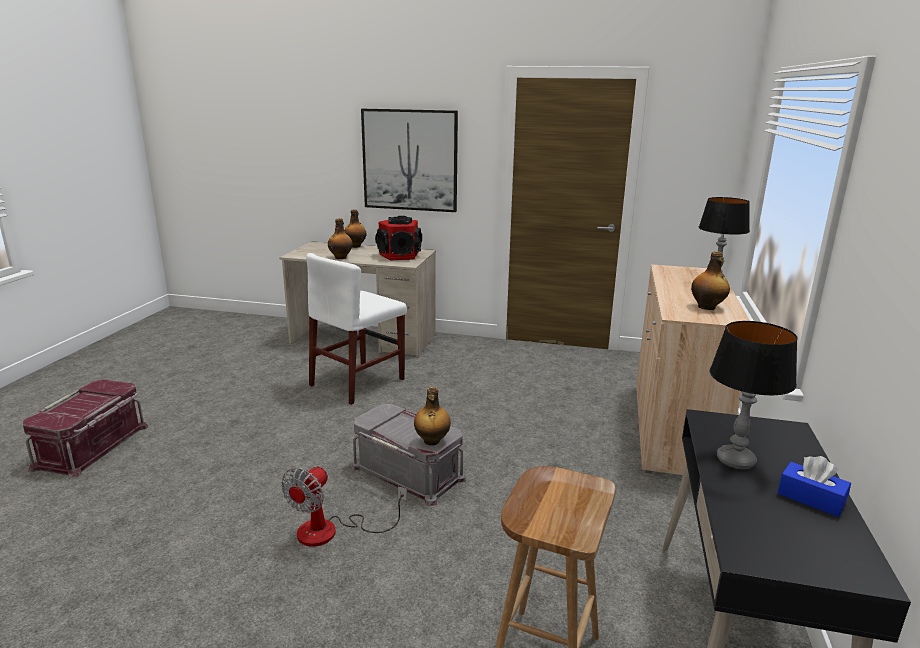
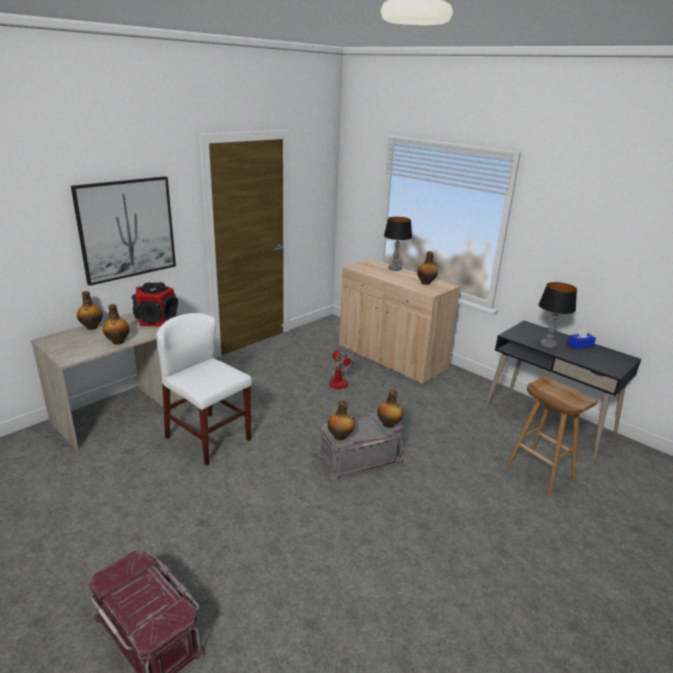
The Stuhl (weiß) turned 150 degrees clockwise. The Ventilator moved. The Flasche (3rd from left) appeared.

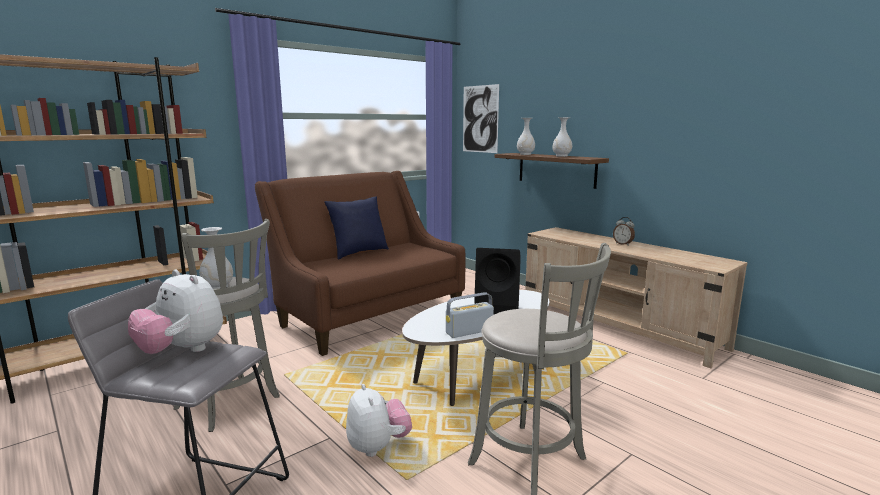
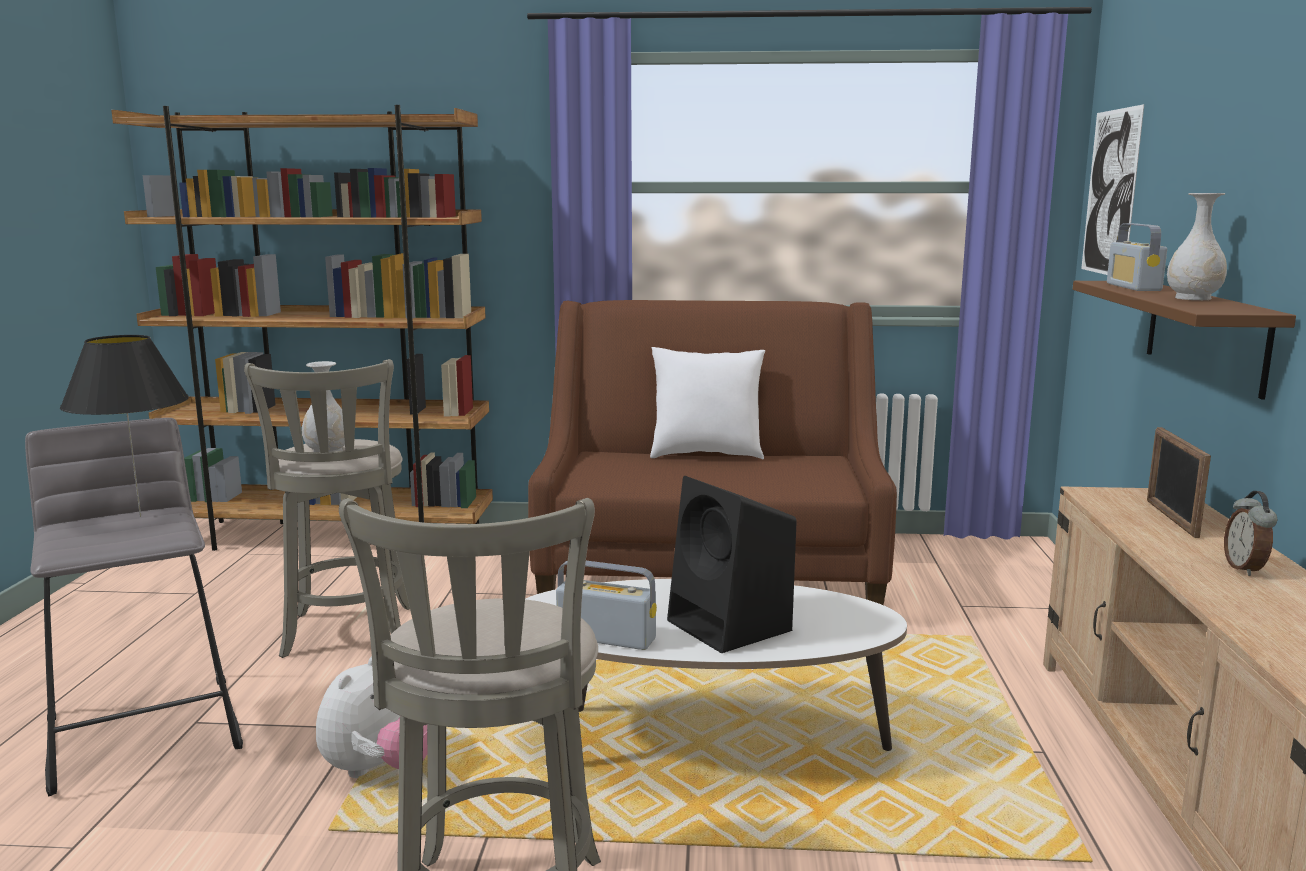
The Vase (weiß) (2nd from left) was replaced by the Radio (2nd from left). The Kissen (blau) became the Kissen (weiß). The Plüschtier (1st from left) was replaced by the Tischlampe (schwarz). The Bilderrahmen appeared.

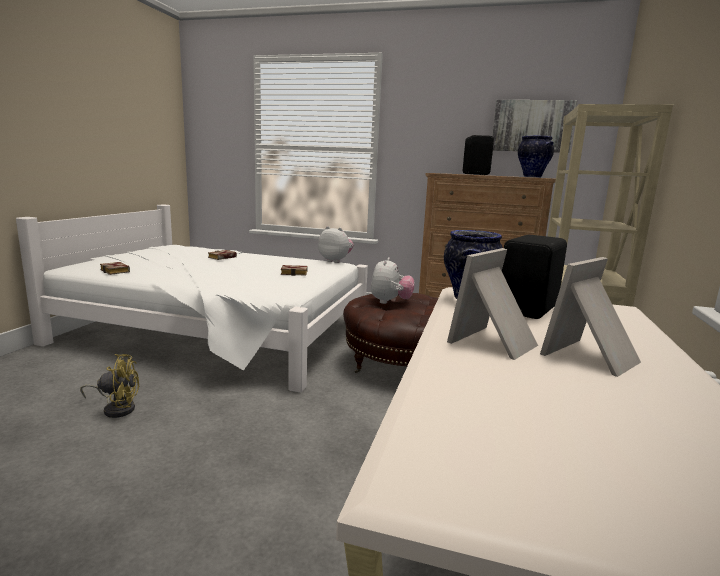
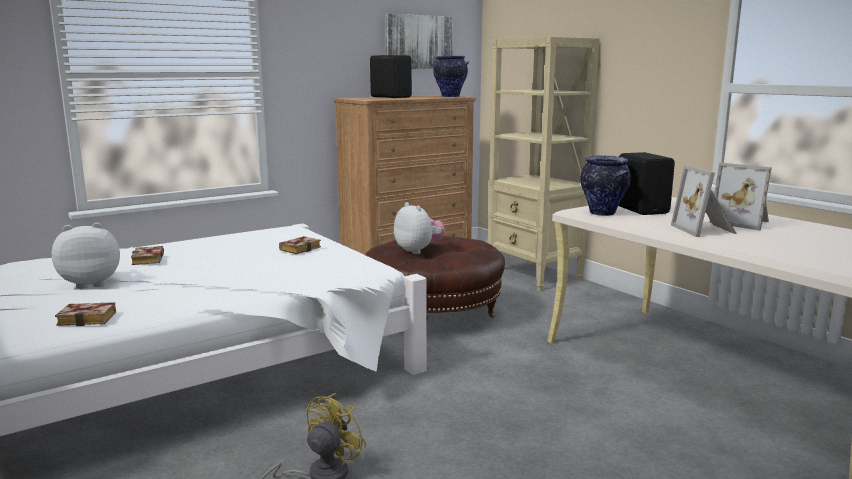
The Plüschtier (1st from left) moved. The Bilderrahmen (2nd from left) turned 45 degrees counterclockwise.

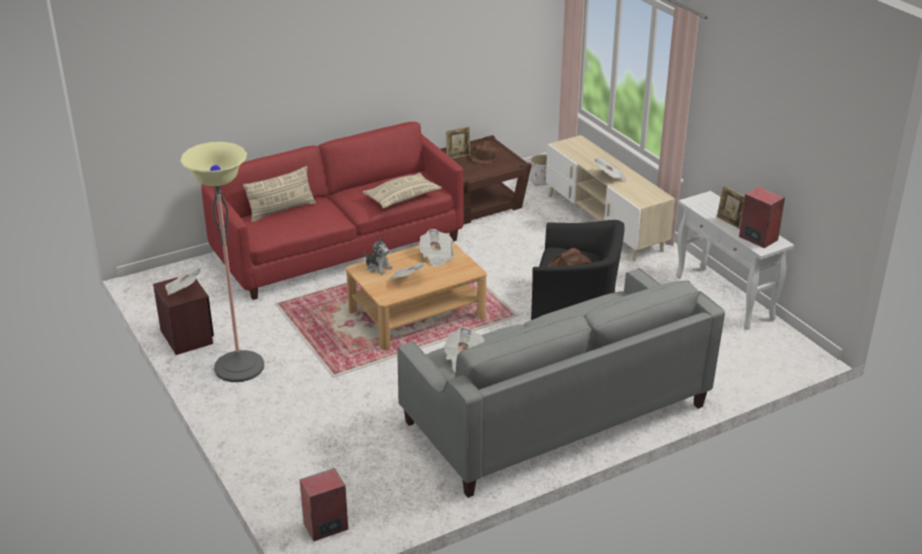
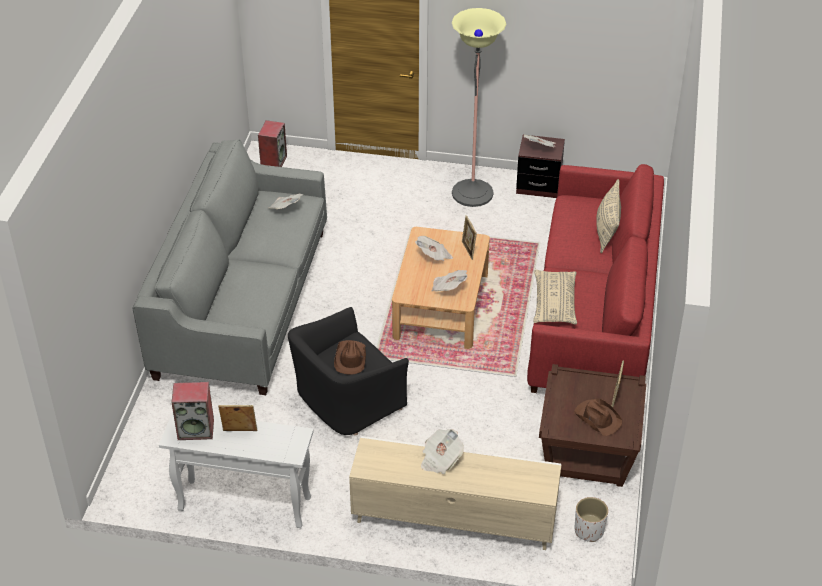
The Plüschtier was replaced by the Bilderrahmen (2nd from left).

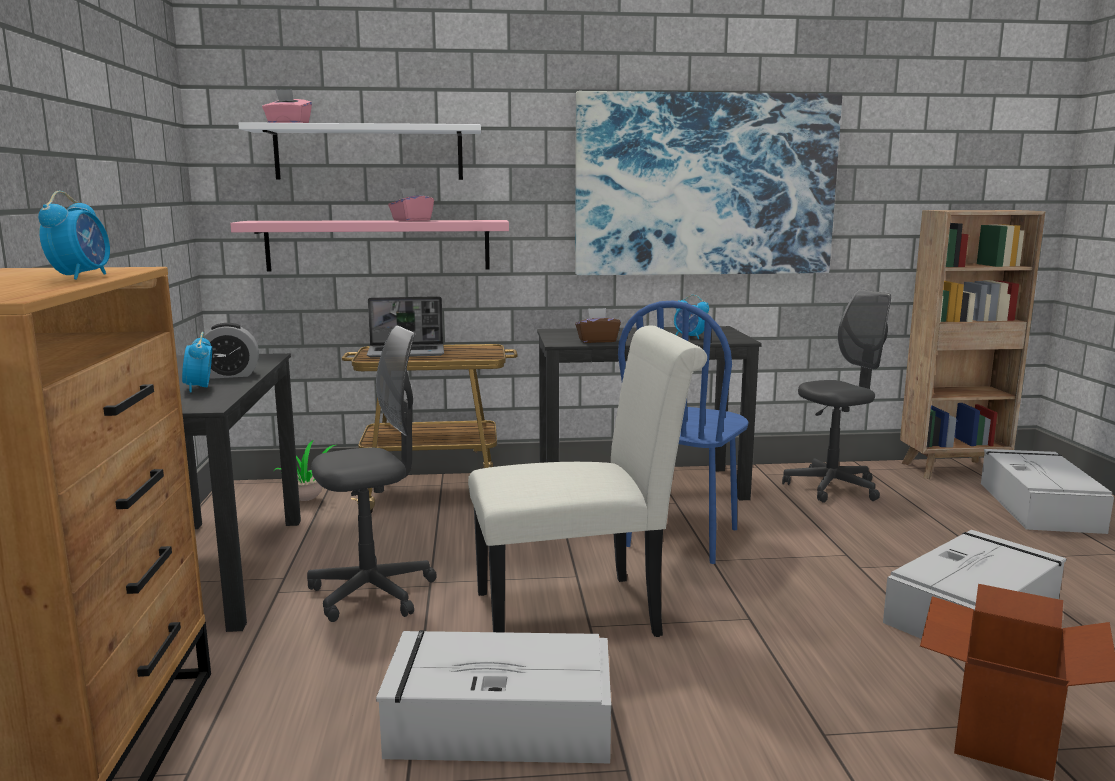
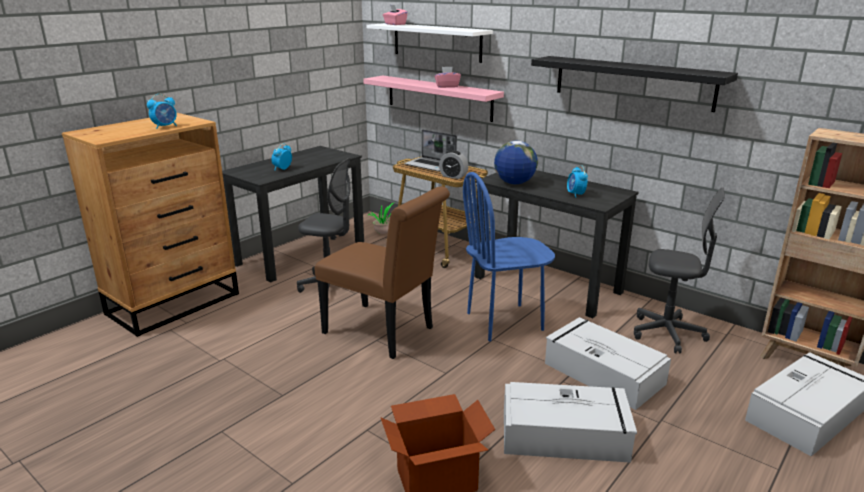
The Bild was replaced by the Wandregal (schwarz). The Taschentuchbox (braun) was replaced by the Globus. The Wecker (3rd from left) moved. The Stuhl (weiß) became the Stuhl (braun). The Aufbewahrungsbox (grau) (1st from left in the first image) moved.

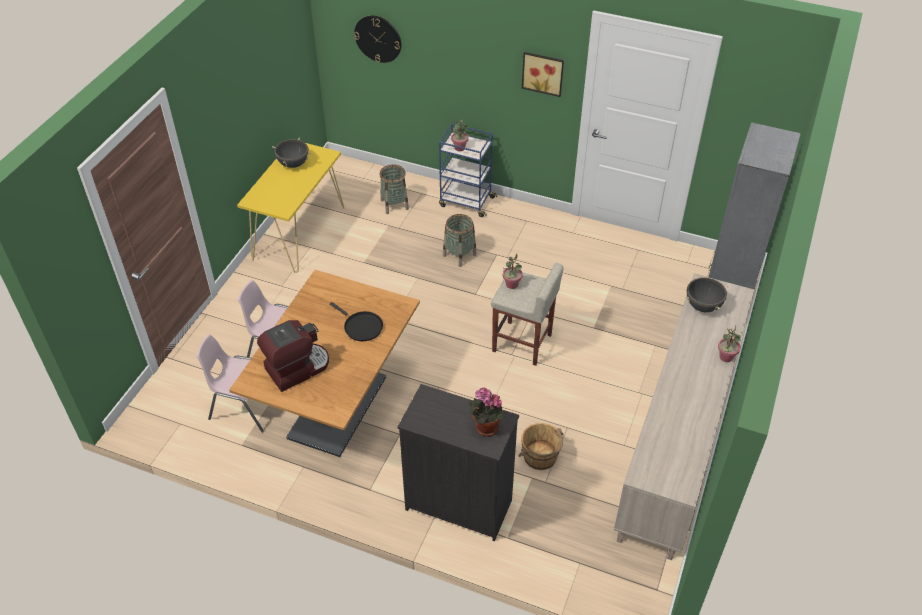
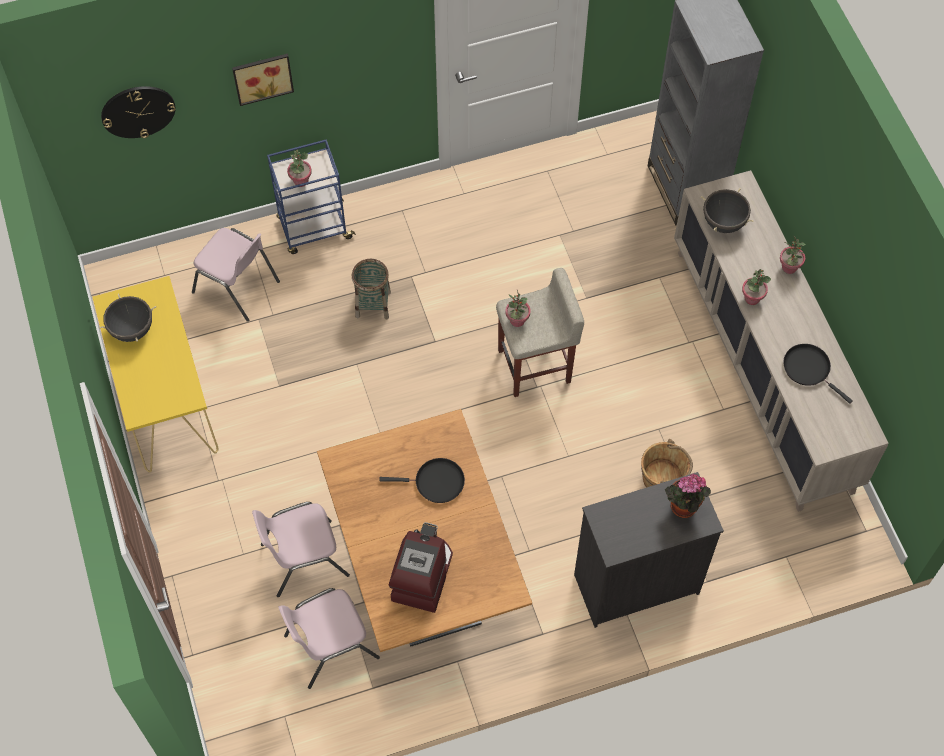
The Bild moved. The Korb (1st from left) was replaced by the Stuhl (rosa) (1st from left). The Topfpflanze (4th from left) appeared. The Pfanne (schwarz) (2nd from left) appeared.

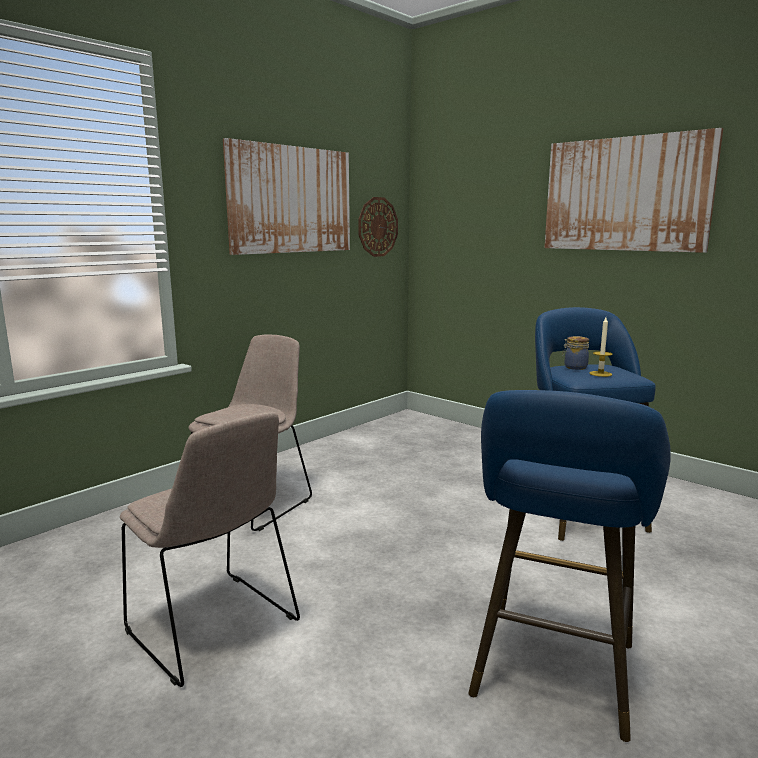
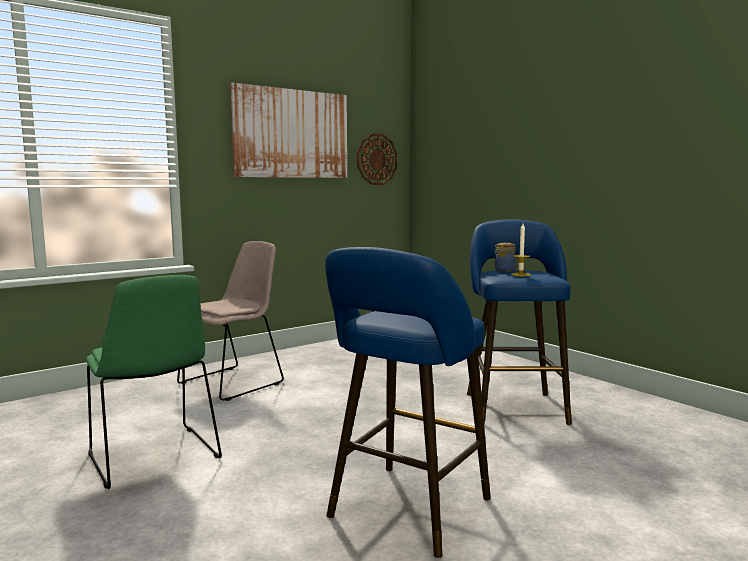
The Bild (2nd from left) disappeared. The Stuhl (beige) (1st from left) became the Stuhl (grün).

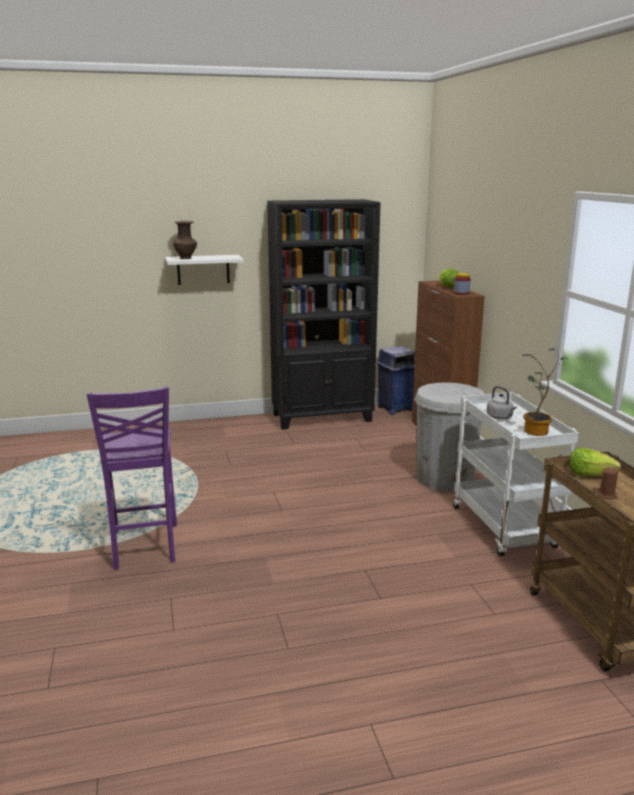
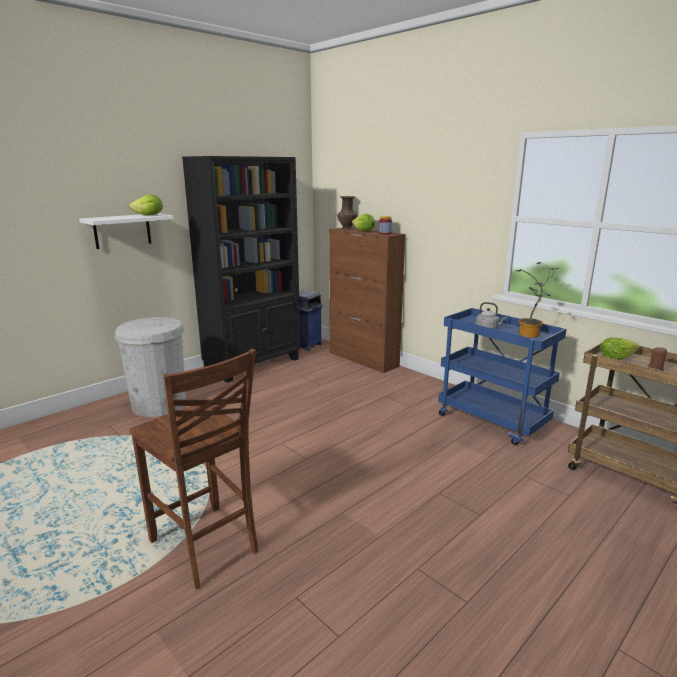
The Vase (braun) moved. The Mülleimer (weiß) moved. The Stuhl (lila) became the Stuhl (braun). The Rollwagen (weiß) became the Rollwagen (blau). The Salatkopf (1st from left) appeared.

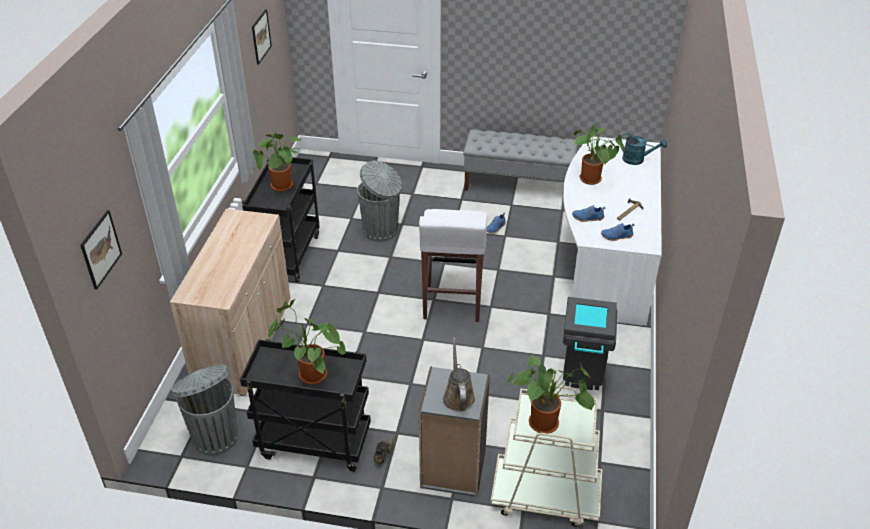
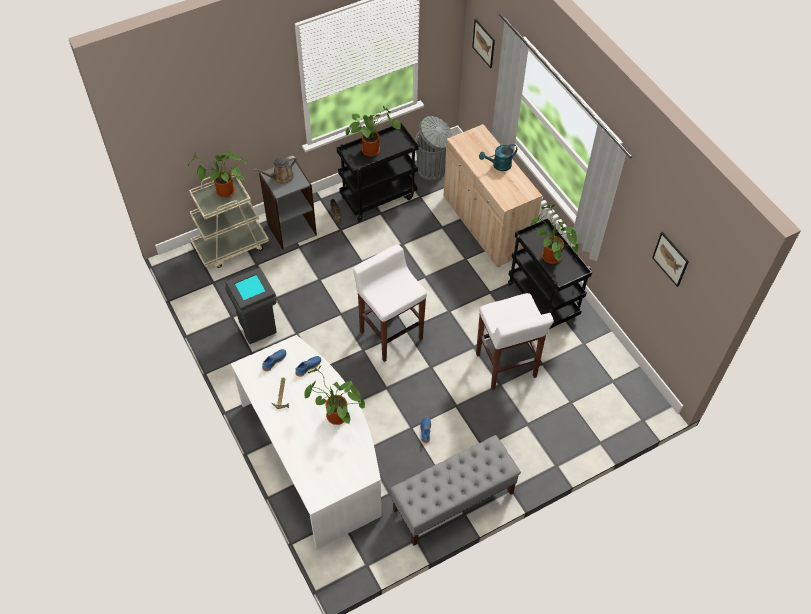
The Gießkanne (türkis) moved. The Mülleimer (grau) (2nd from left) was replaced by the Hocker (weiß) (2nd from left). The Gießkanne (braun) turned 105 degrees clockwise.

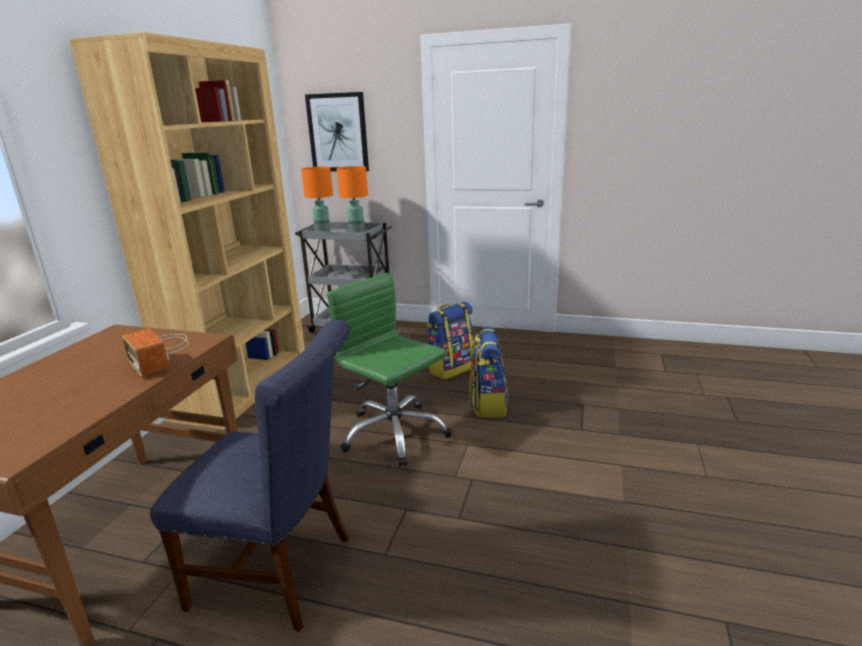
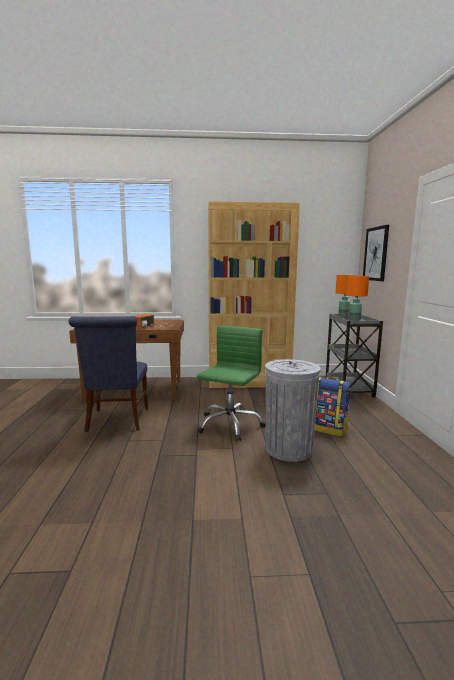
The Rucksack (2nd from left) was replaced by the Mülleimer (grau).

